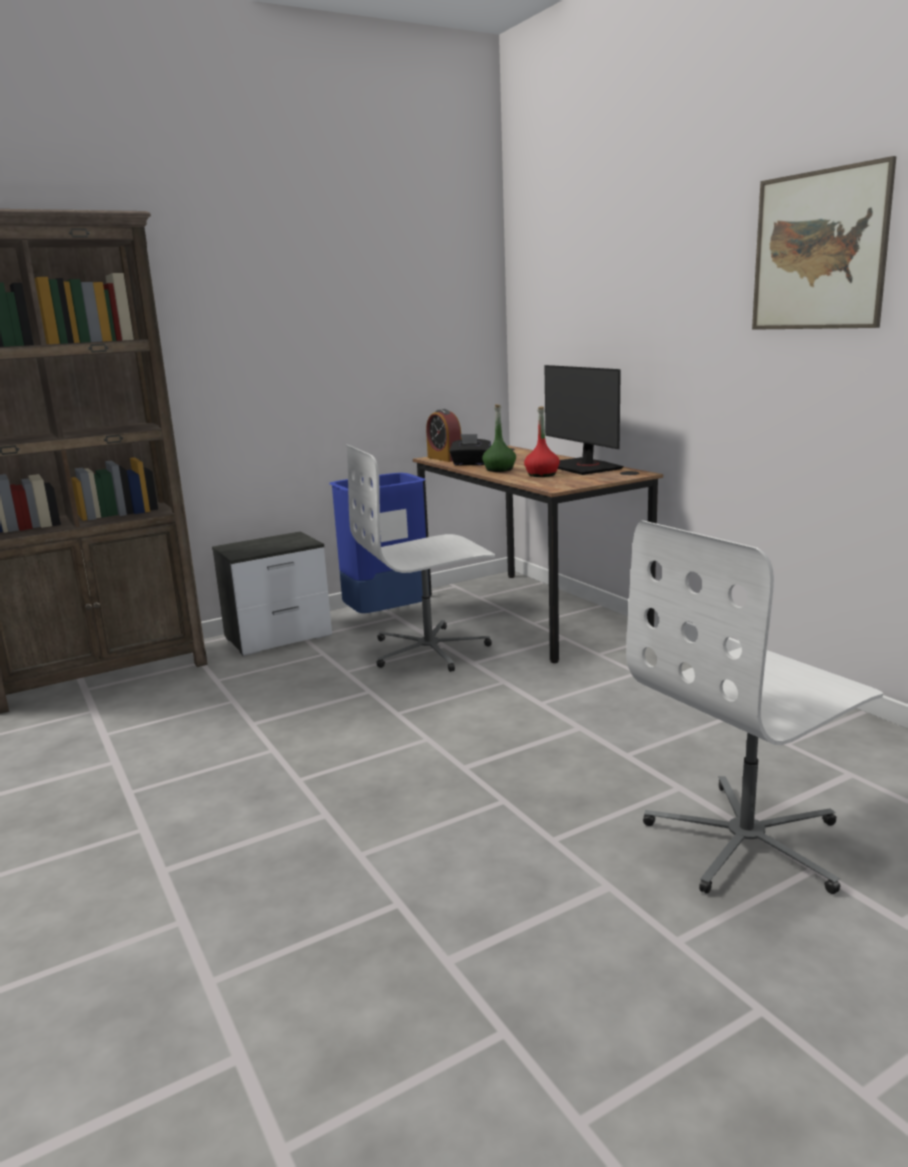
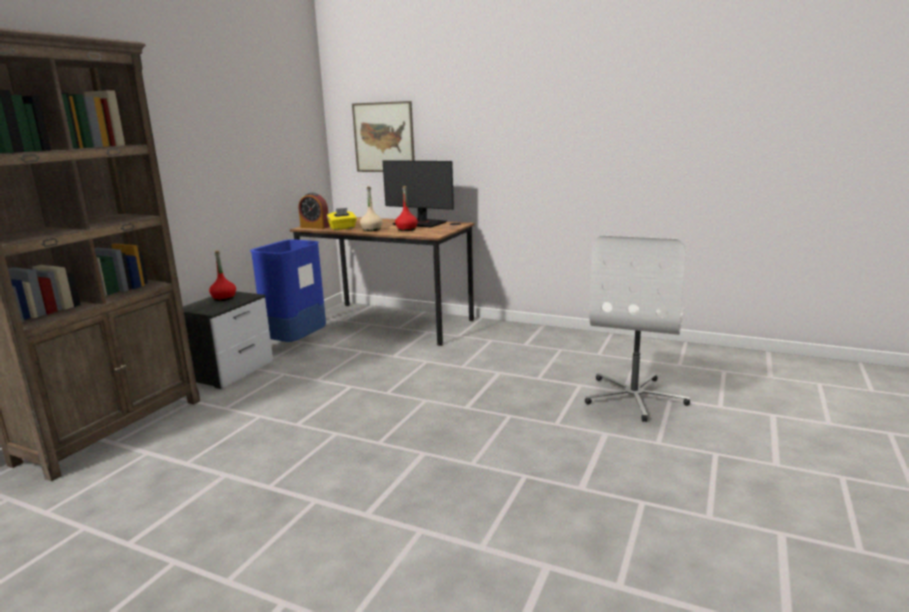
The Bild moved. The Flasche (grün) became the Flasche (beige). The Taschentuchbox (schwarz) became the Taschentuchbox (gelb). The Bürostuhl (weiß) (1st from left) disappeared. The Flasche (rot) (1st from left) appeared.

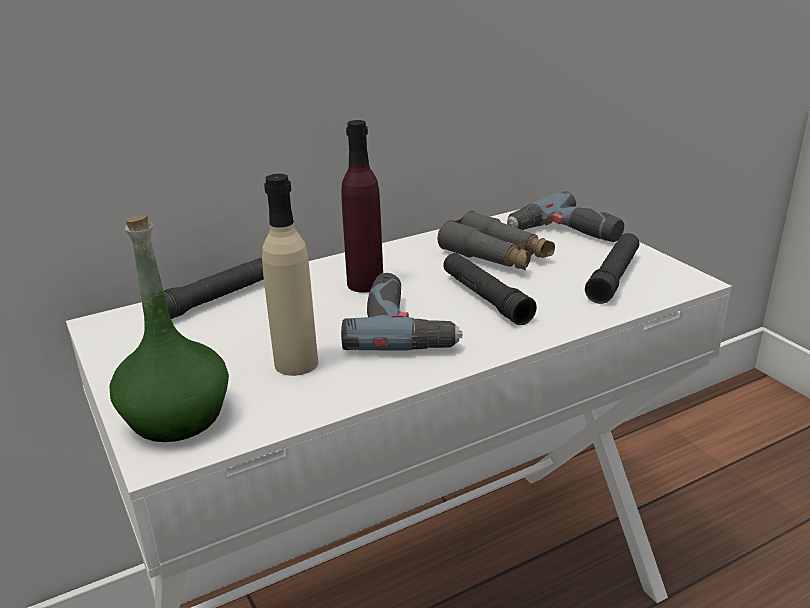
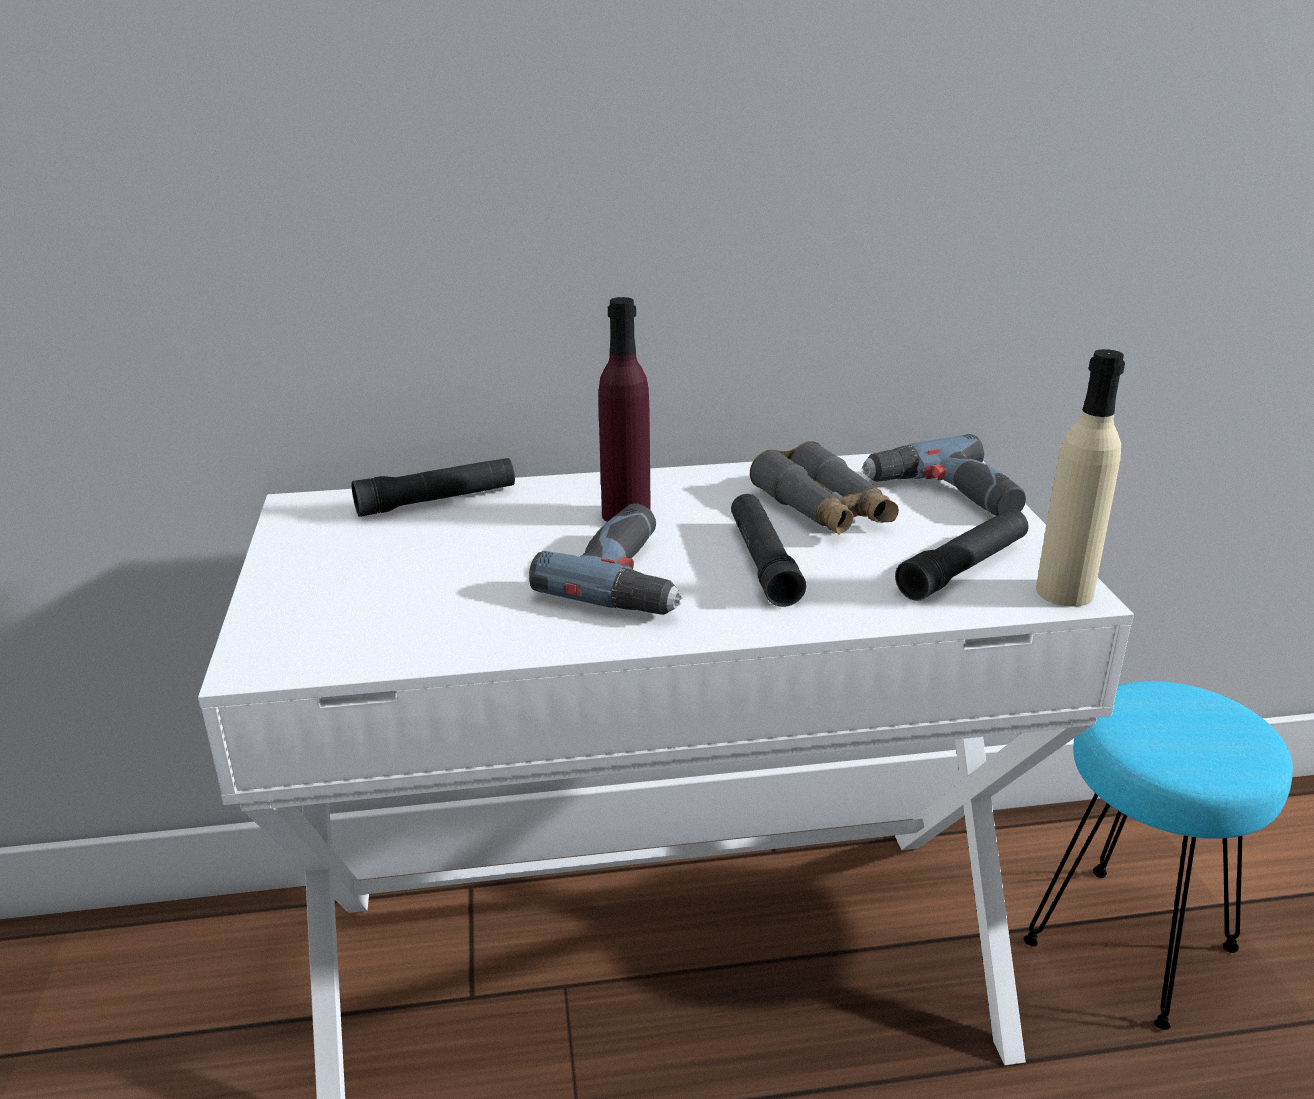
The Flasche (beige) moved. The Flasche (grün) disappeared. The Hocker (türkis) appeared.

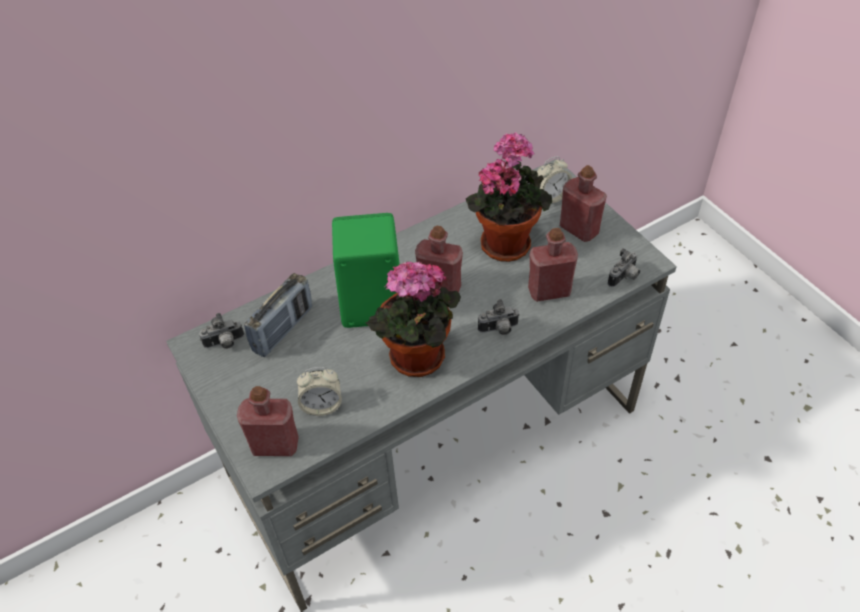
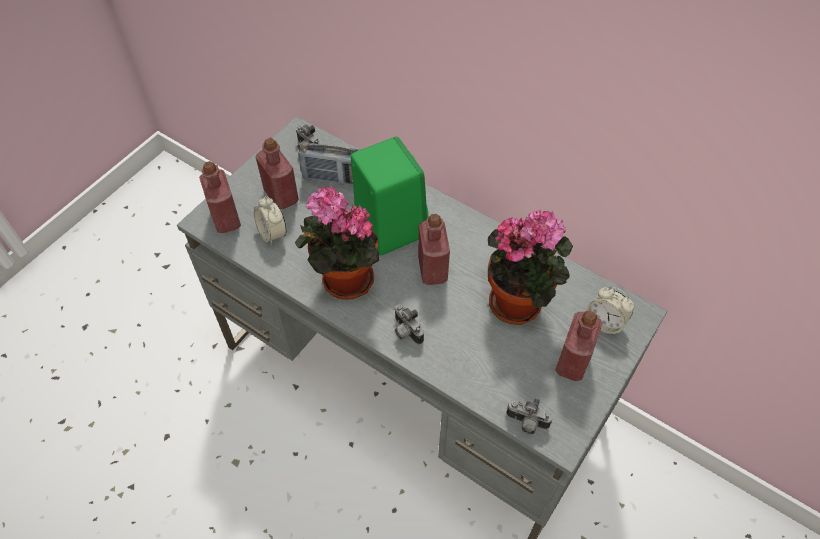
The Flasche (rot) (3rd from left in the first image) moved.

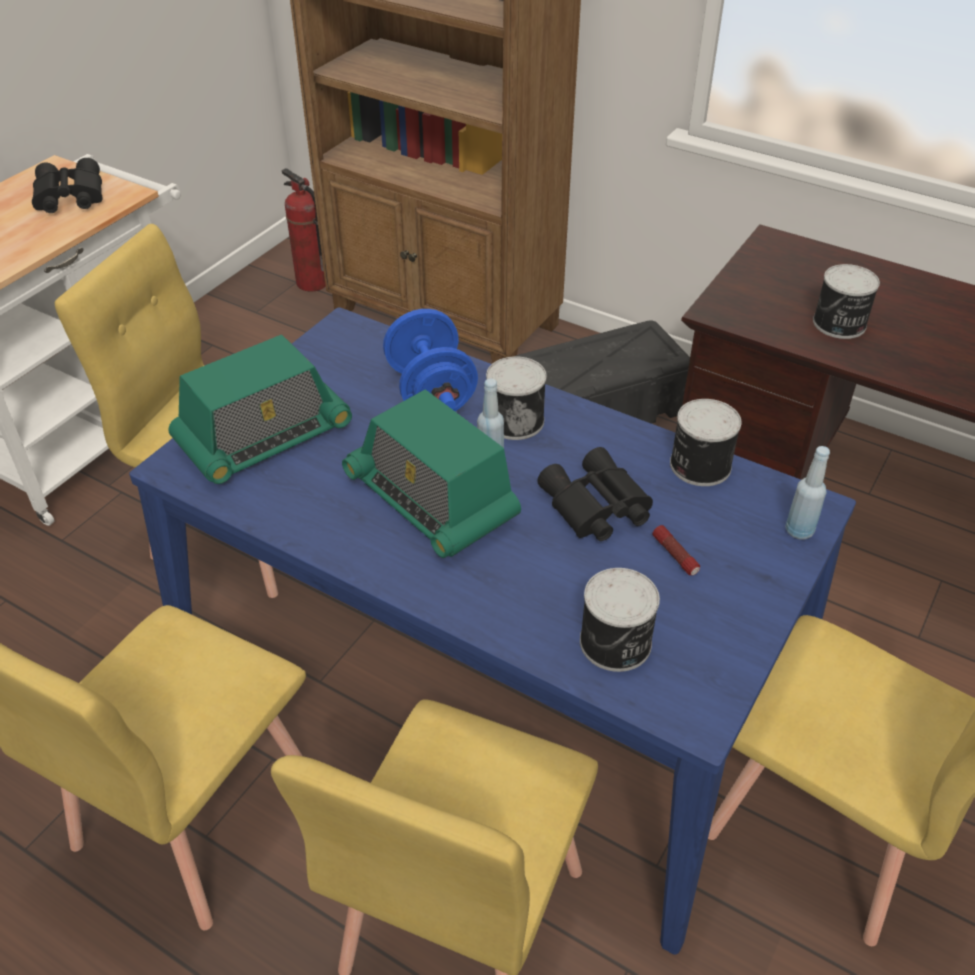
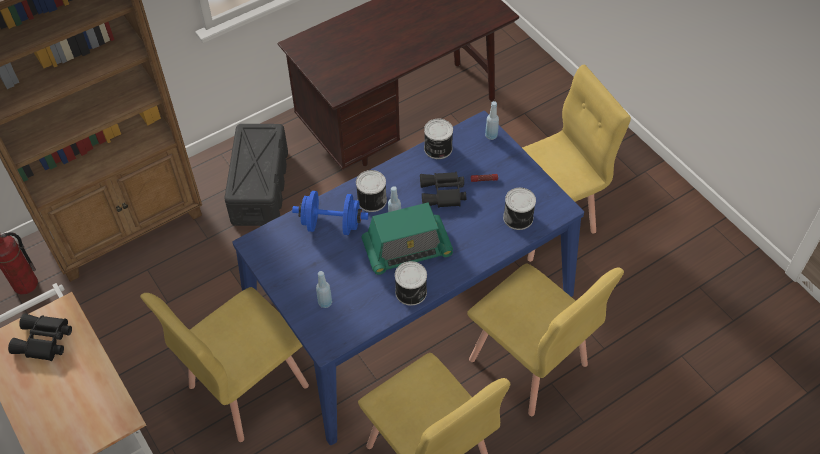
The Dose (4th from left in the first image) moved. The Radio (1st from left) was replaced by the Flasche (blau) (1st from left).

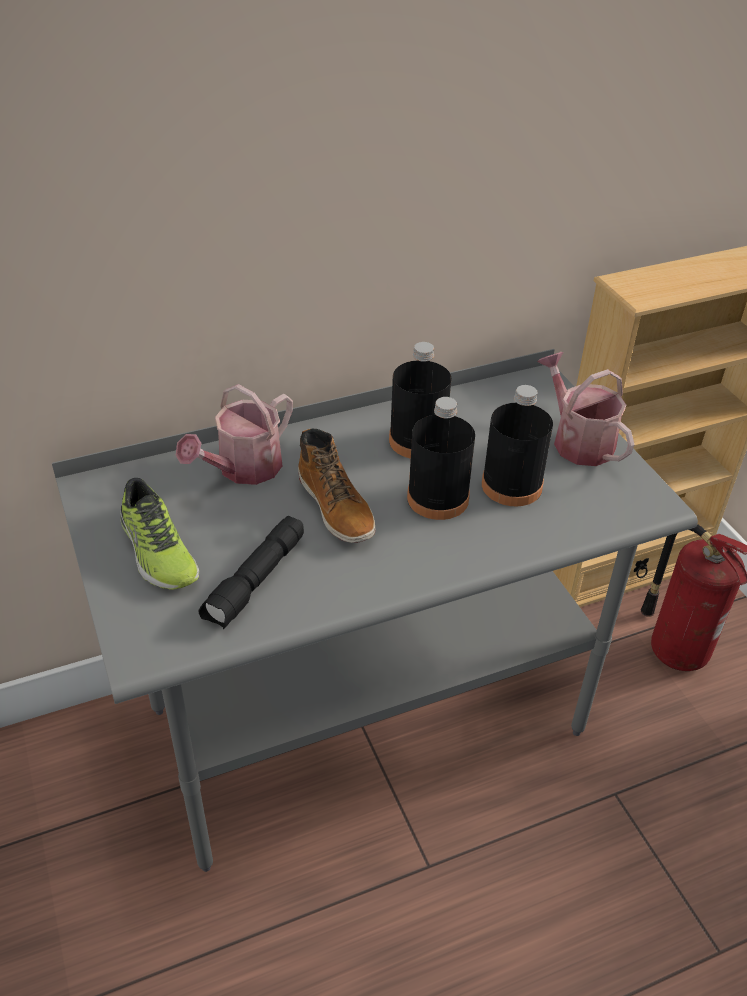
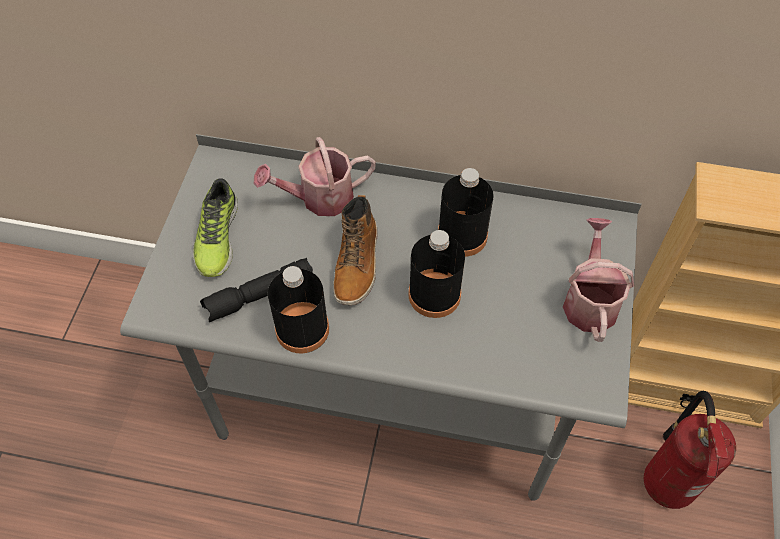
The Flasche (schwarz) (3rd from left in the first image) moved.

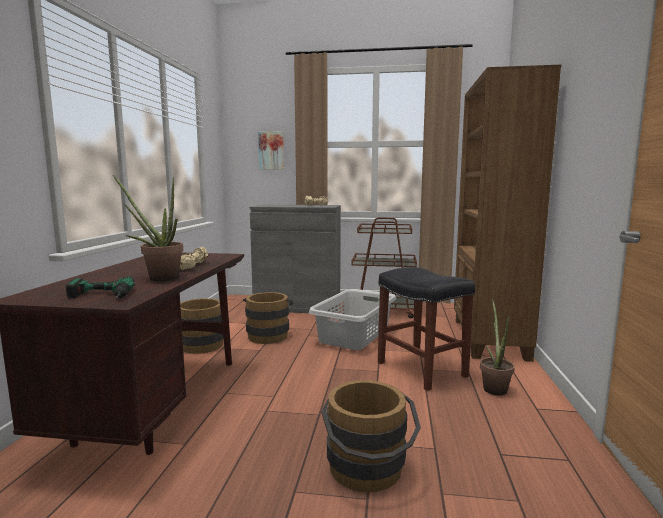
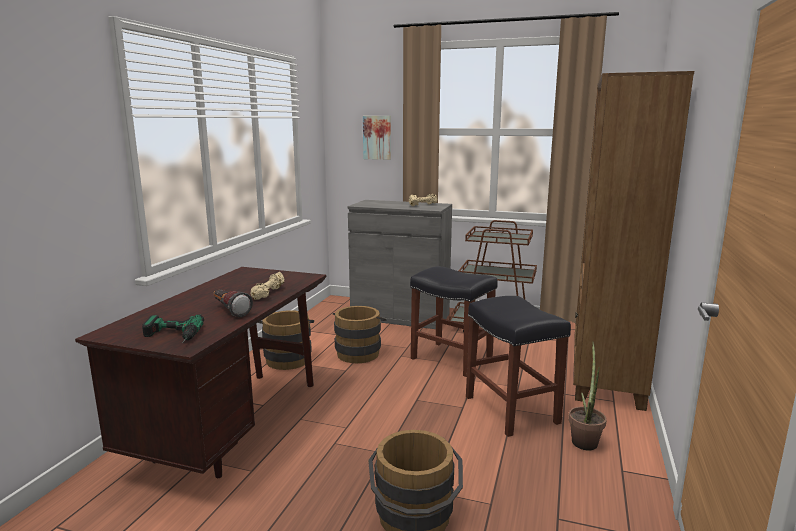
The Topfpflanze (1st from left) was replaced by the Taschenlampe. The Wäschekorb (grau) was replaced by the Hocker (schwarz) (1st from left).

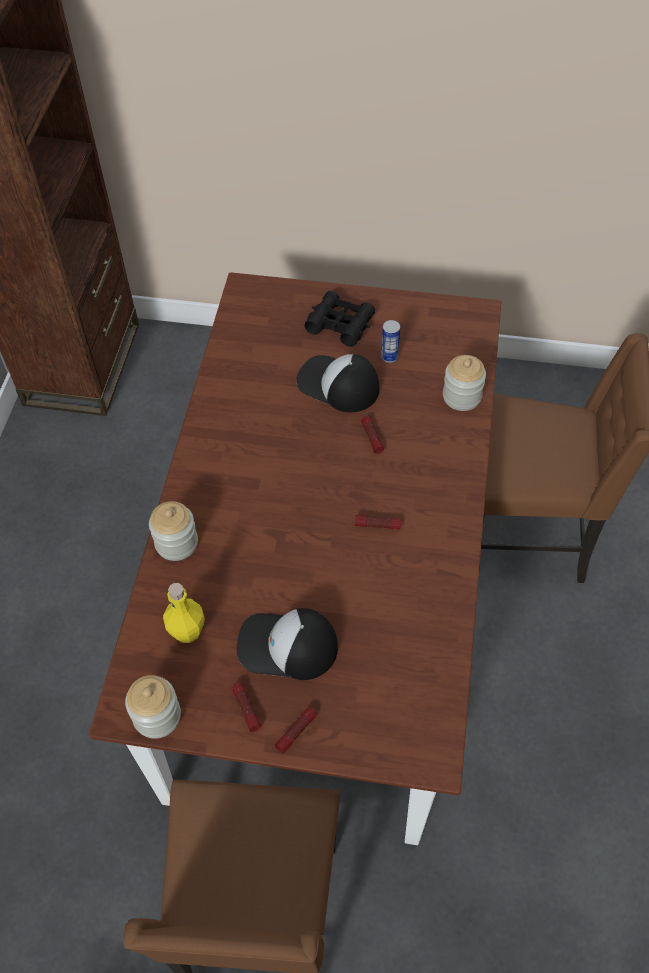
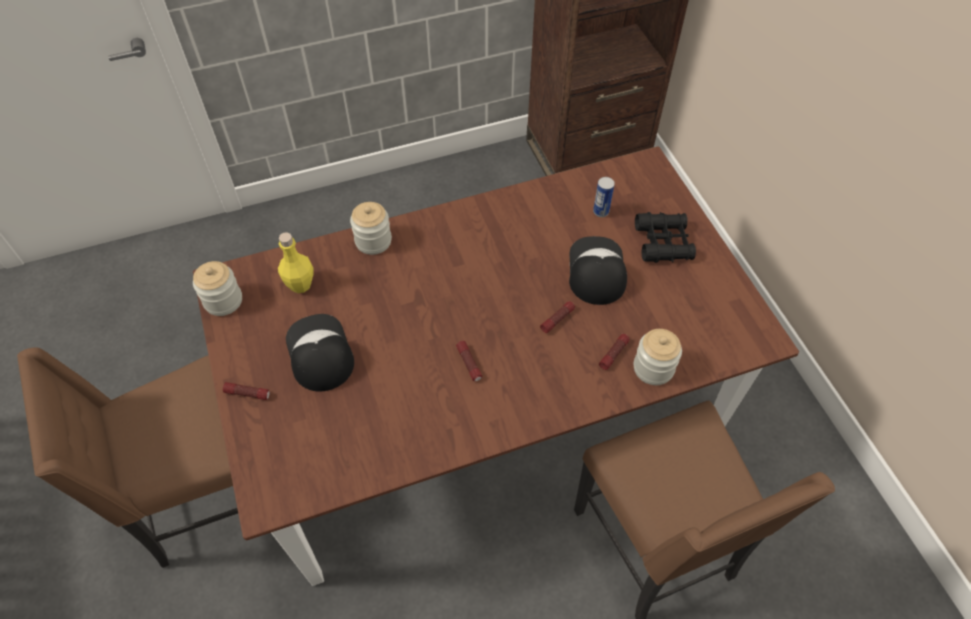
The Dose moved. The Taschenlampe (1st from left in the first image) moved.

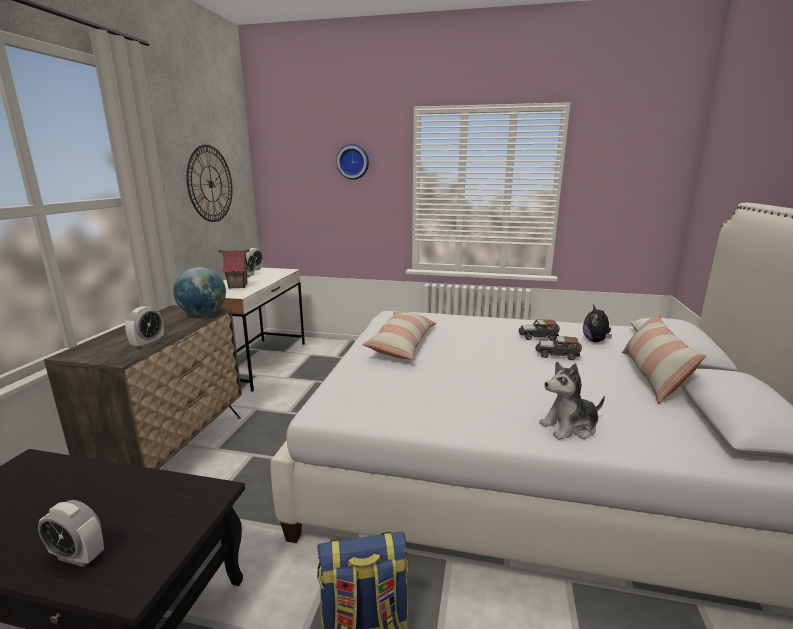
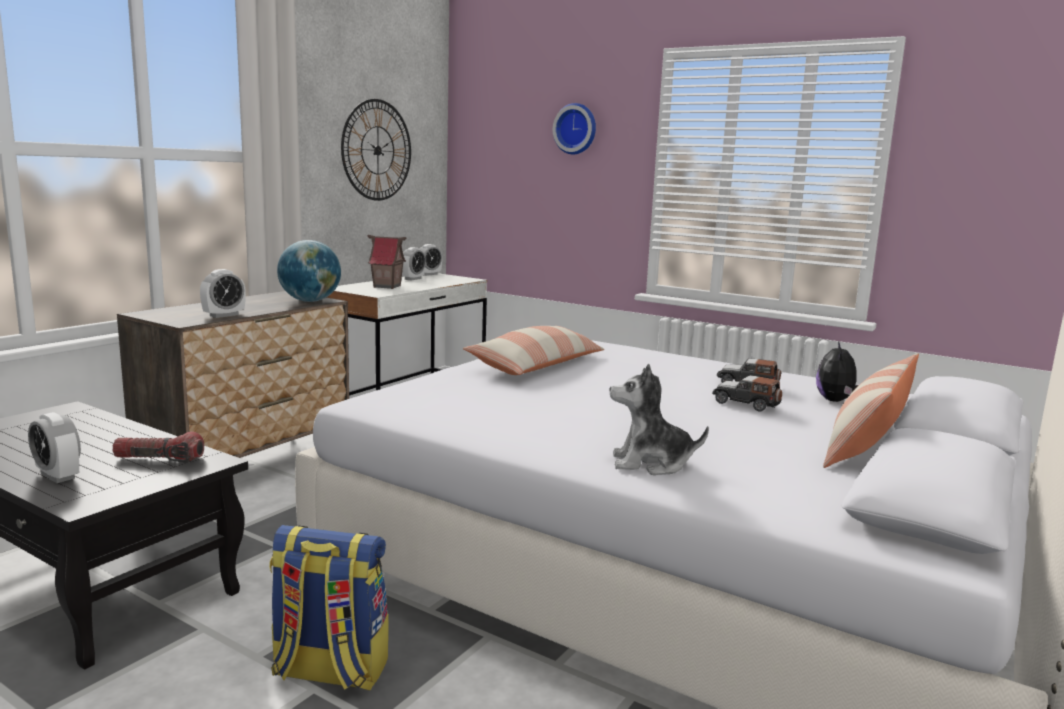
The Taschenlampe appeared.

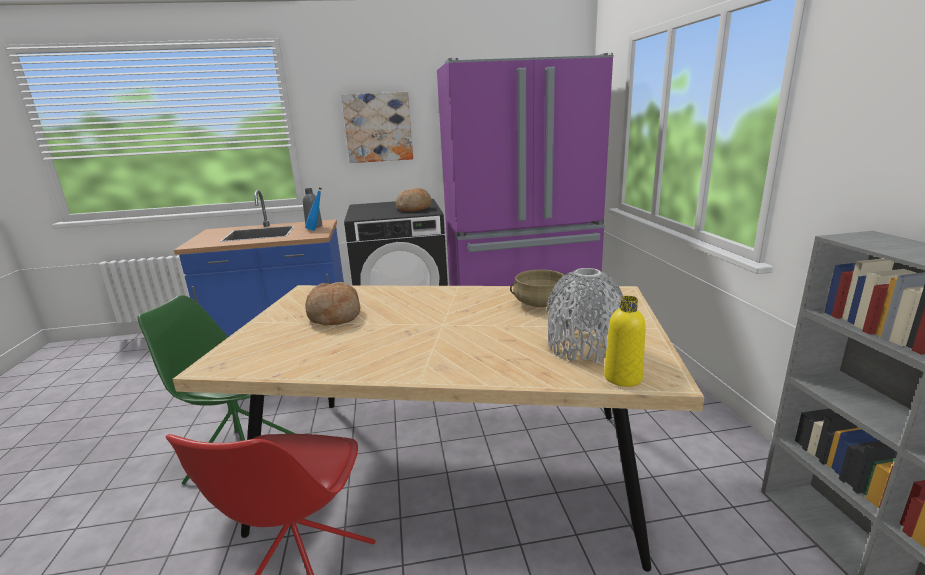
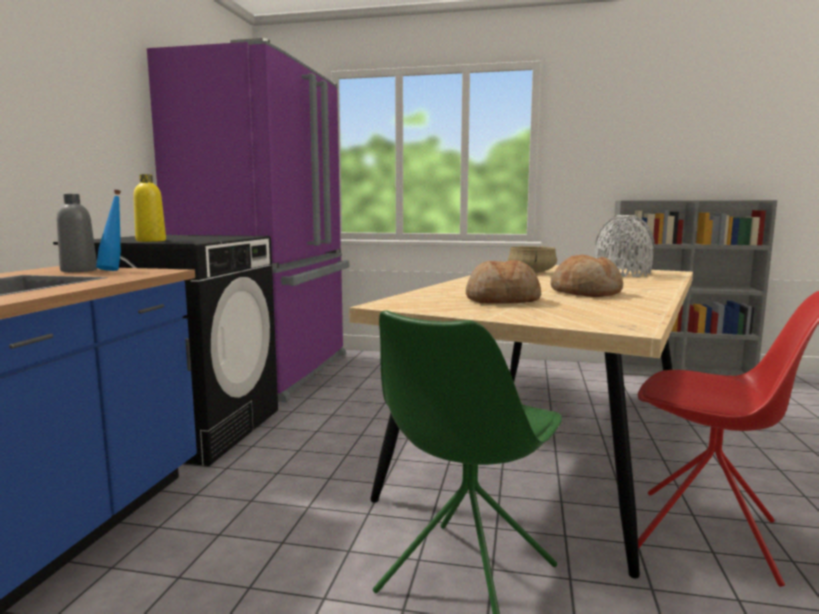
The Bild disappeared. The Brot (2nd from left) moved. The Flasche (gelb) moved.

